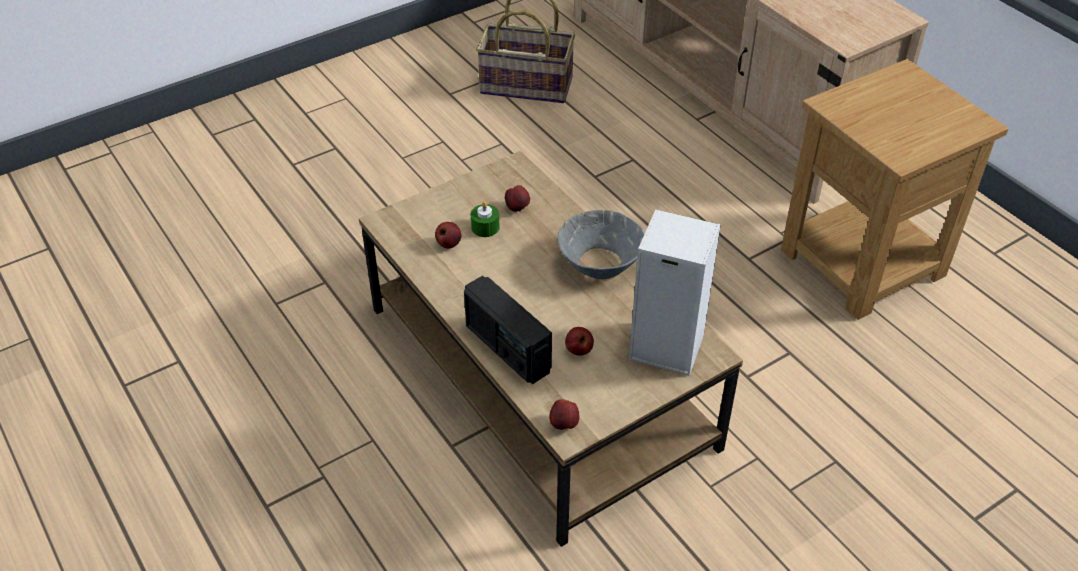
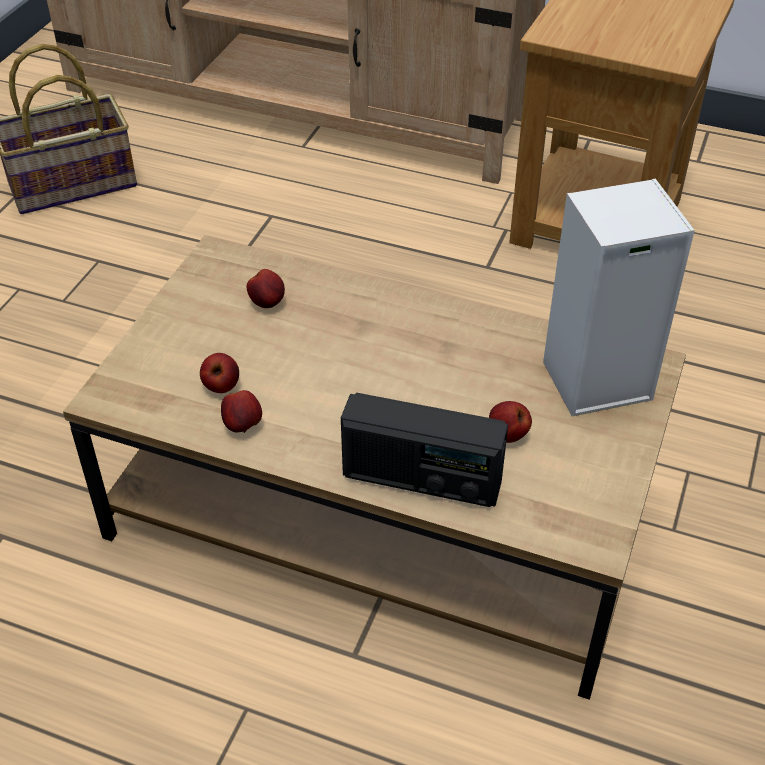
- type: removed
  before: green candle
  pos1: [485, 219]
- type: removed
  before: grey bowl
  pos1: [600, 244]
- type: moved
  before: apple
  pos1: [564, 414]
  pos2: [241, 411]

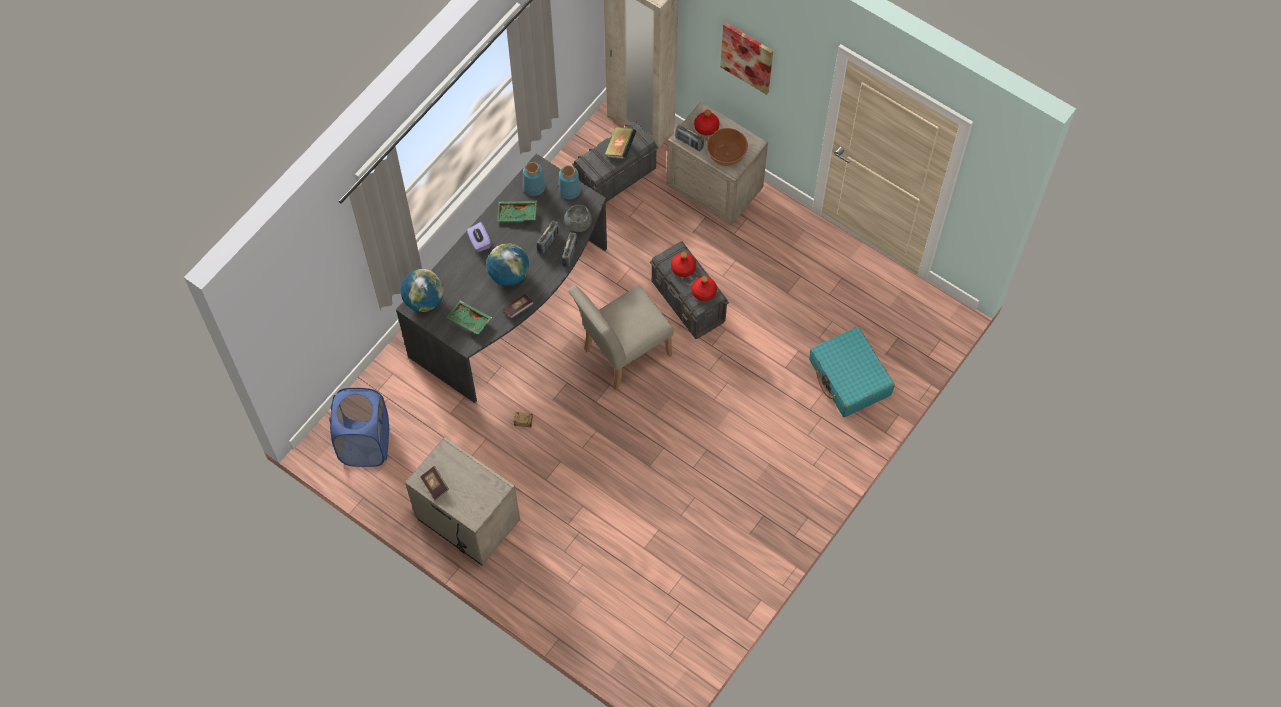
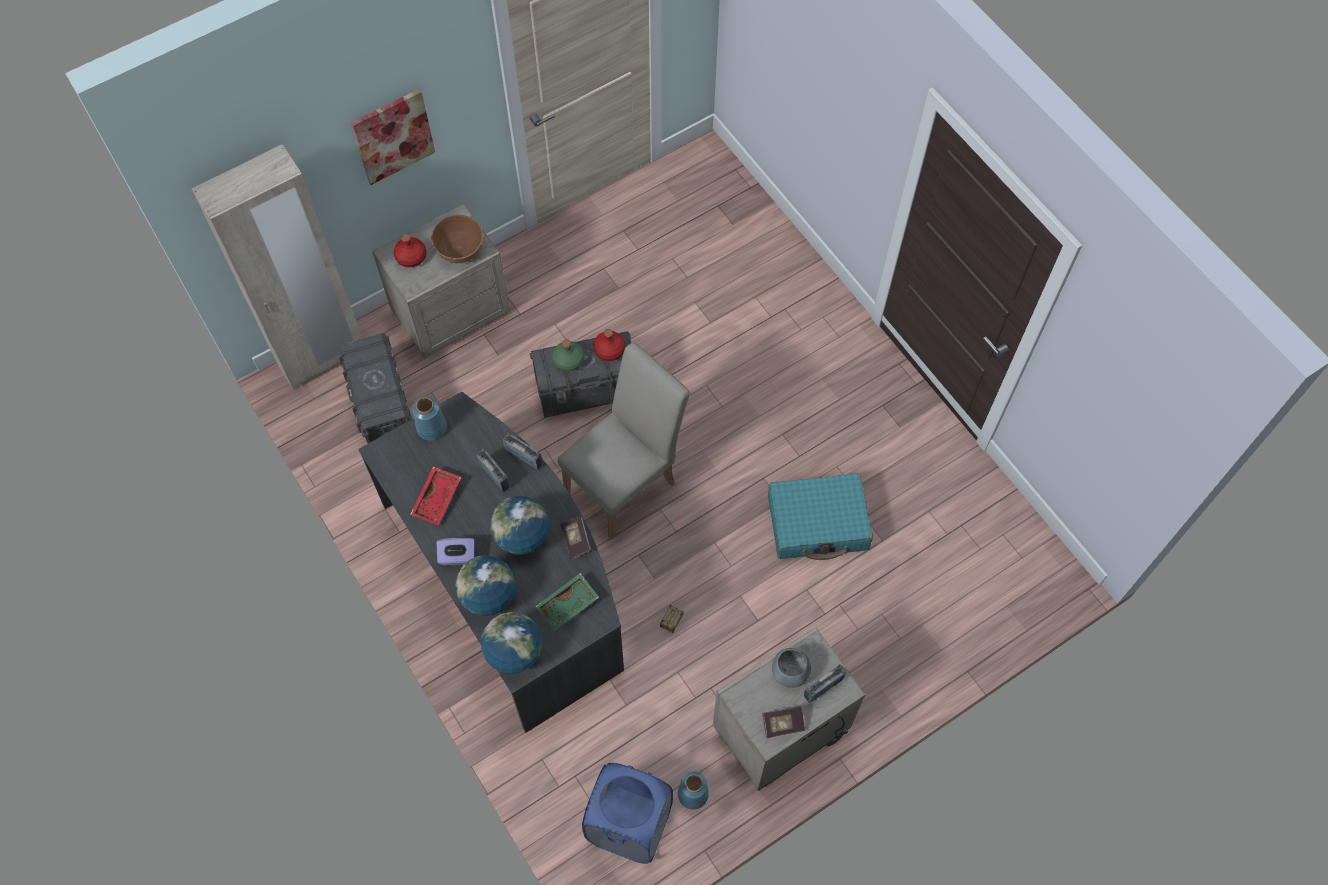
- type: removed
  before: book
  pos1: [620, 143]
- type: added
  after: globe
  pos2: [485, 585]
- type: moved
  before: blue vase
  pos1: [534, 179]
  pos2: [693, 790]
- type: moved
  before: grey bowl
  pos1: [578, 218]
  pos2: [791, 668]
- type: moved
  before: radio
  pos1: [689, 137]
  pos2: [825, 683]
- type: moved
  before: turquoise suitcase
  pos1: [852, 372]
  pos2: [820, 516]
- type: recoloured
  before: green tray
  after: red tray
  pos1: [517, 210]
  pos2: [435, 496]
- type: recoloured
  before: red bottle
  after: green bottle
  pos1: [683, 264]
  pos2: [568, 356]
- type: turned
  before: beige chair
  pos1: [621, 338]
  pos2: [624, 440]
  turn: -120

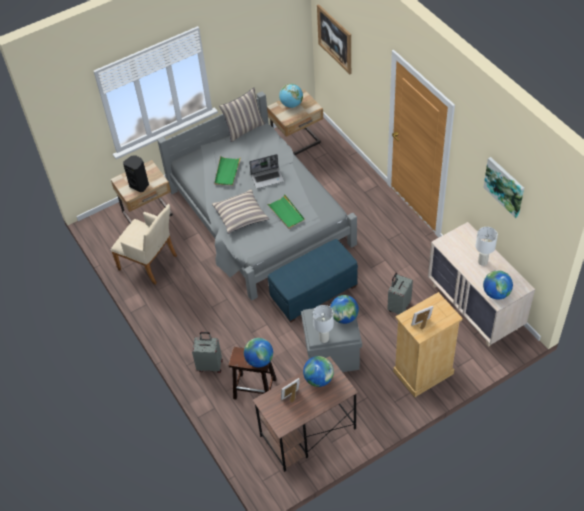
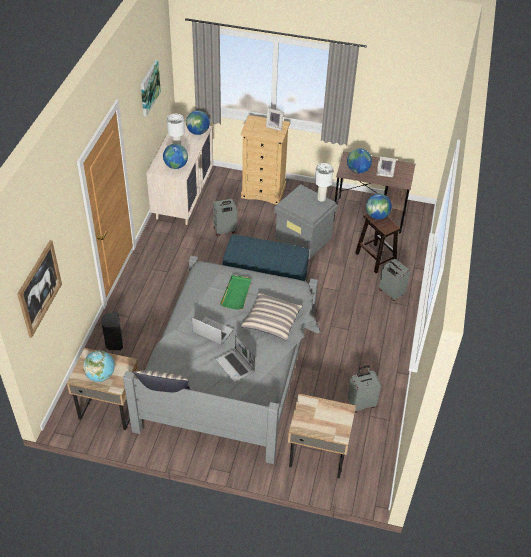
- type: moved
  before: black speaker
  pos1: [136, 173]
  pos2: [112, 331]
- type: moved
  before: globe
  pos1: [344, 309]
  pos2: [175, 156]
- type: replaced
  before: beige armchair
  after: grey suitcase
  pos1: [144, 244]
  pos2: [364, 389]
- type: replaced
  before: green tray
  after: laptop
  pos1: [228, 171]
  pos2: [235, 358]

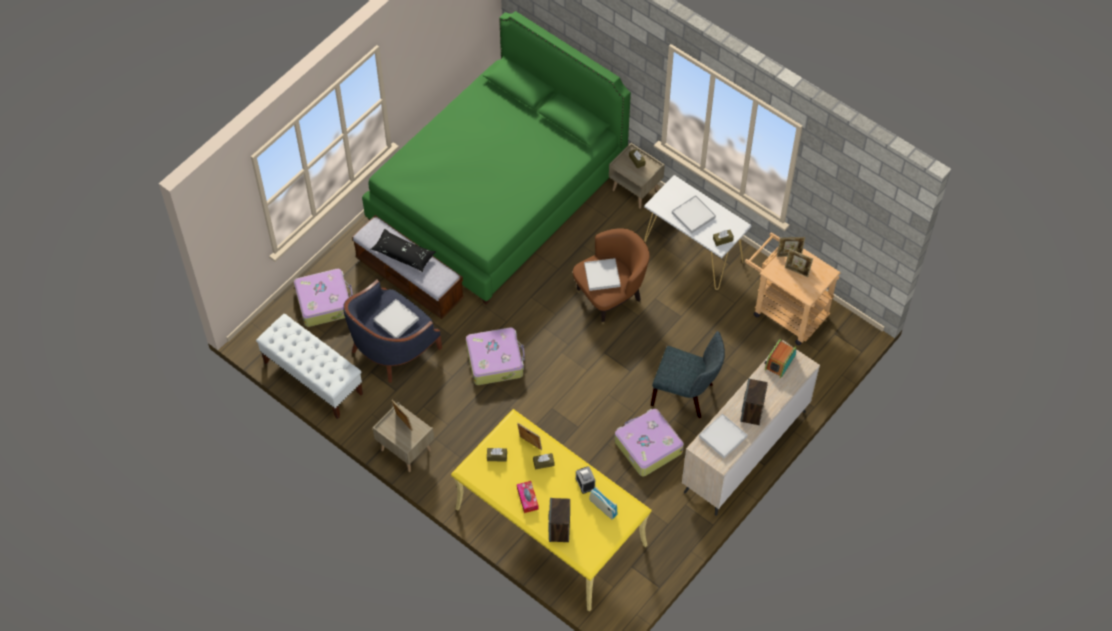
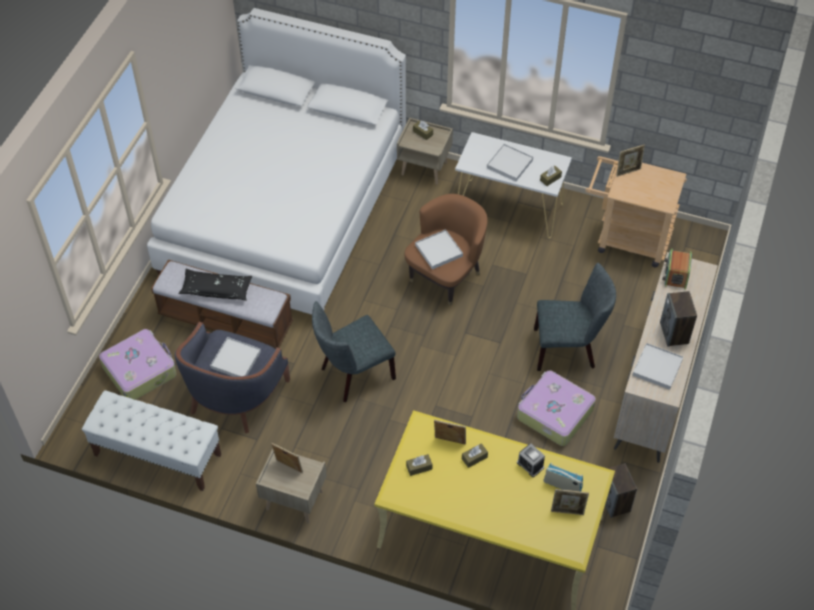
- type: removed
  before: tissue box
  pos1: [528, 497]
- type: moved
  before: speaker
  pos1: [559, 520]
  pos2: [621, 490]
- type: moved
  before: picture frame
  pos1: [799, 263]
  pos2: [570, 502]
- type: replaced
  before: suitcase
  after: grey chair
  pos1: [495, 356]
  pos2: [354, 351]
- type: recoloured
  before: green bed
  after: white bed
  pos1: [496, 158]
  pos2: [276, 161]

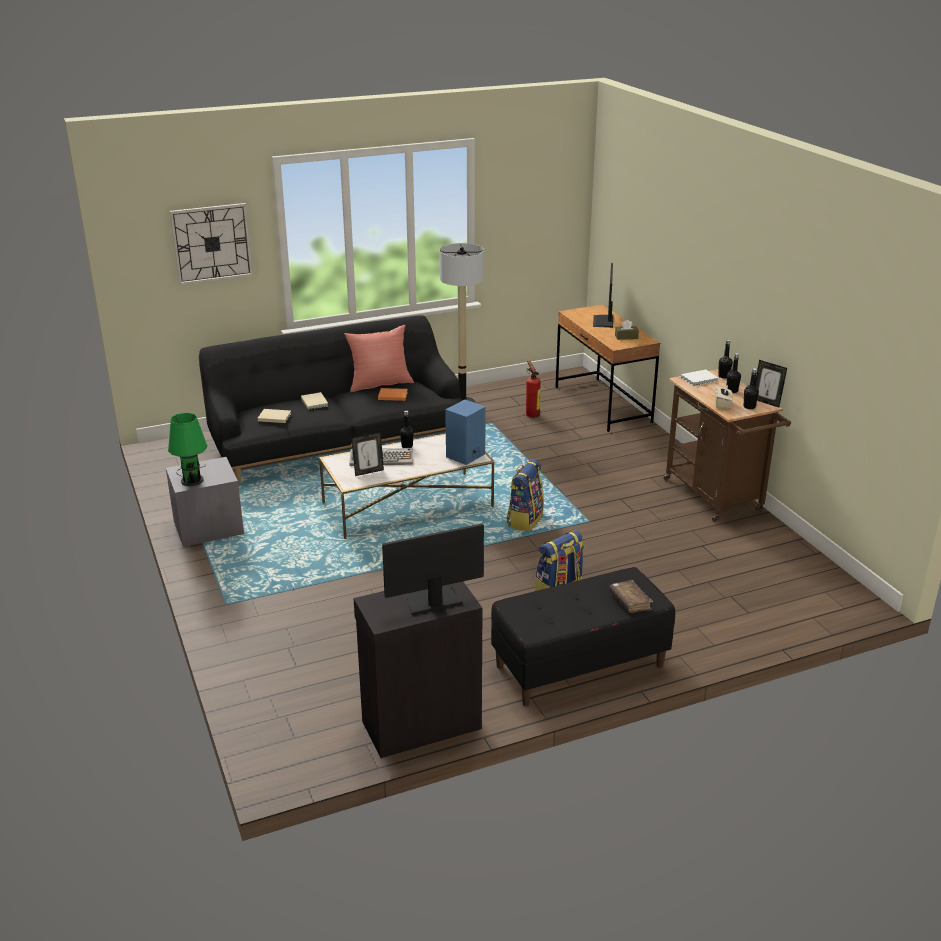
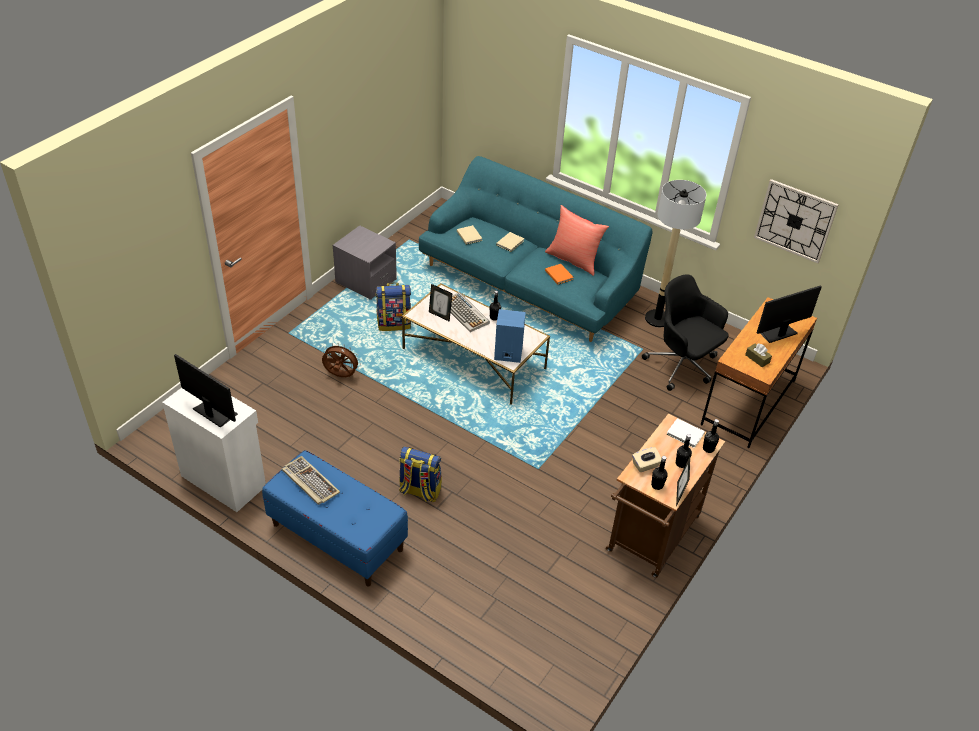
- type: removed
  before: green table lamp
  pos1: [187, 449]
- type: removed
  before: brown book
  pos1: [631, 596]
- type: added
  after: keyboard
  pos2: [311, 480]
- type: added
  after: brown fan
  pos2: [341, 360]
- type: moved
  before: wall clock
  pos1: [211, 244]
  pos2: [796, 221]
- type: moved
  before: backpack
  pos1: [525, 496]
  pos2: [393, 307]
- type: replaced
  before: fire extinguisher
  after: black office chair
  pos1: [533, 389]
  pos2: [685, 332]
- type: recoloured
  before: black sofa
  after: turquoise sofa
  pos1: [331, 399]
  pos2: [536, 249]
- type: recoloured
  before: black cabinet
  after: white cabinet
  pos1: [418, 670]
  pos2: [214, 450]
- type: recoloured
  before: black bench
  after: blue bench
  pos1: [583, 636]
  pos2: [335, 518]

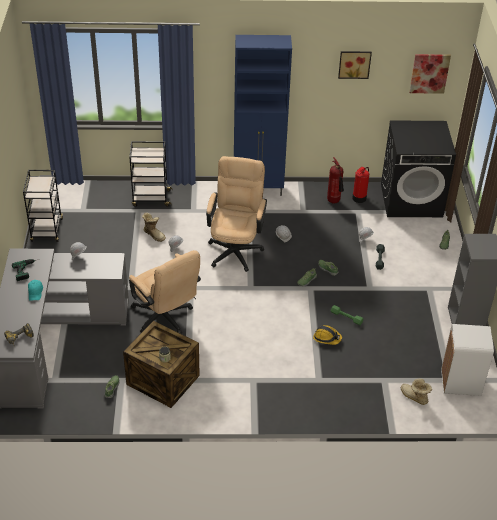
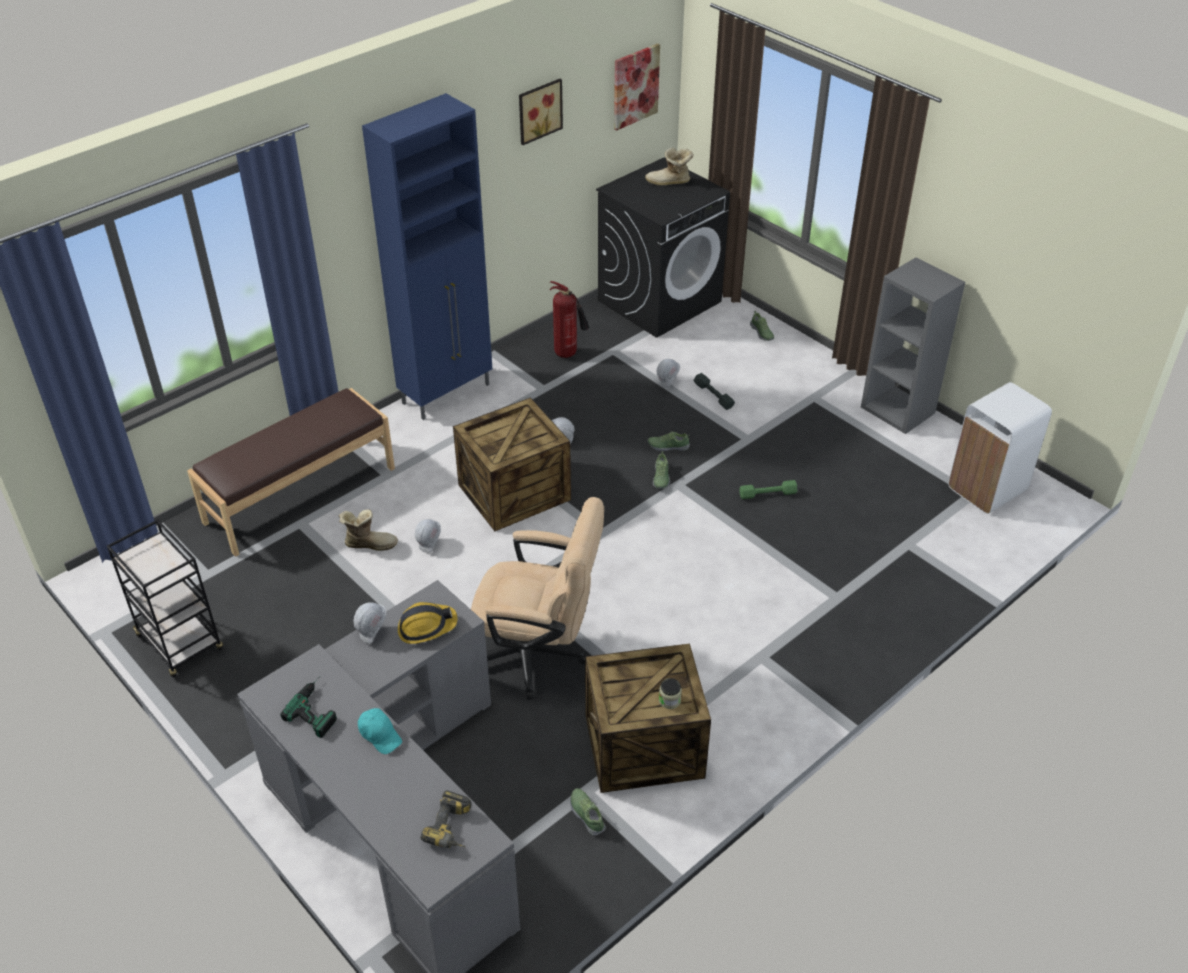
- type: removed
  before: fire extinguisher
  pos1: [360, 185]
- type: moved
  before: hard hat
  pos1: [327, 335]
  pos2: [428, 623]
- type: moved
  before: boot
  pos1: [416, 391]
  pos2: [669, 166]
- type: replaced
  before: black cart
  after: brown bench
  pos1: [151, 174]
  pos2: [291, 472]
- type: replaced
  before: beige office chair
  after: crate
  pos1: [236, 214]
  pos2: [512, 464]

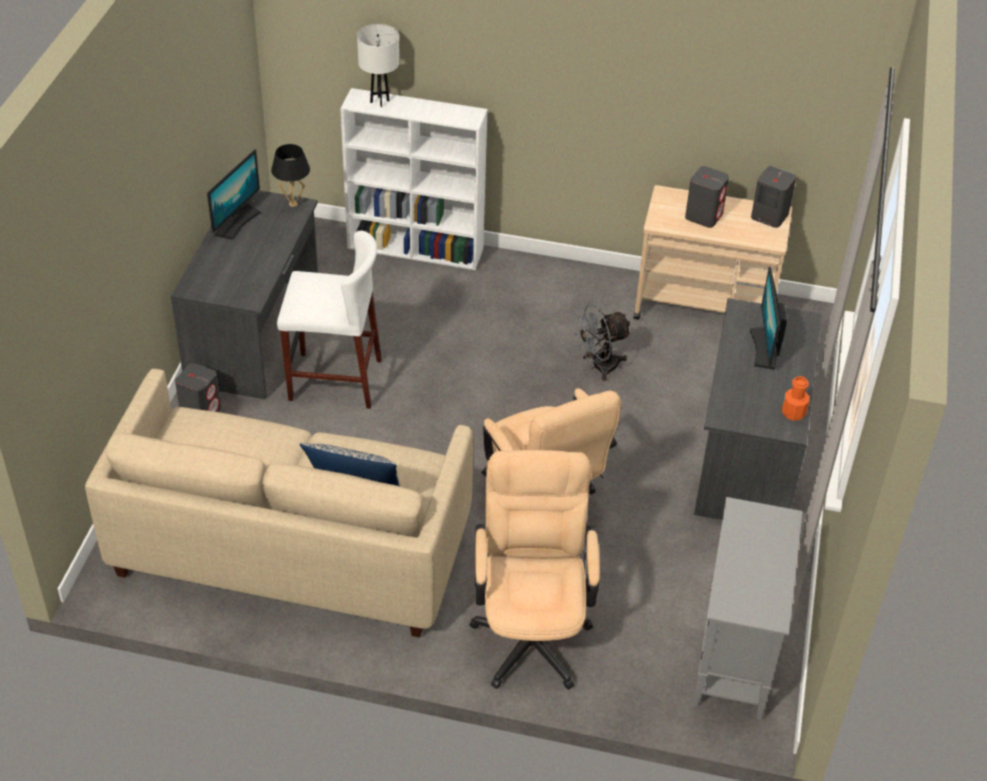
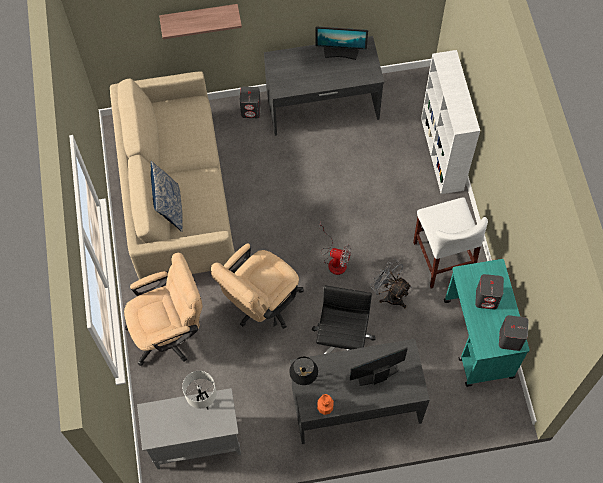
- type: added
  after: shelf
  pos2: [200, 21]
- type: added
  after: black office chair
  pos2: [343, 320]
- type: added
  after: fan
  pos2: [335, 248]
- type: moved
  before: black table lamp
  pos1: [290, 175]
  pos2: [303, 371]
- type: moved
  before: white stool
  pos1: [329, 320]
  pos2: [450, 242]
- type: moved
  before: white table lamp
  pos1: [378, 65]
  pos2: [199, 390]
- type: recoloured
  before: beige cart
  after: turquoise cart
  pos1: [713, 252]
  pos2: [487, 323]

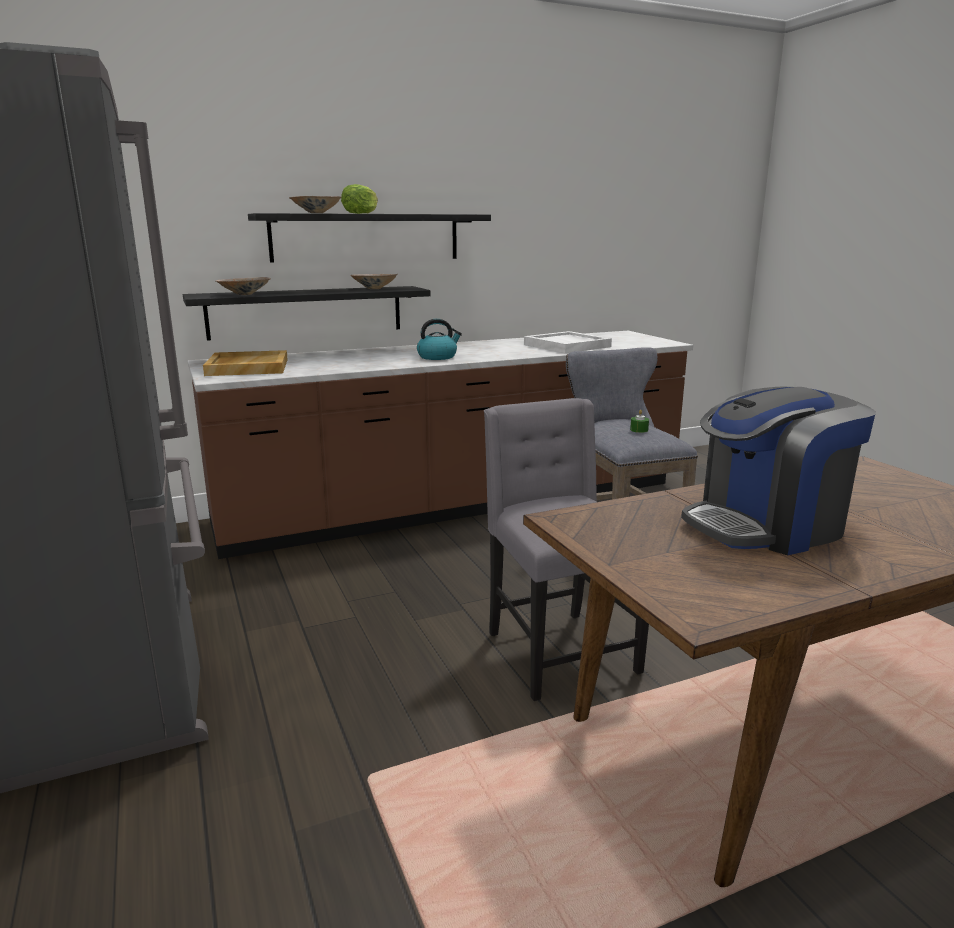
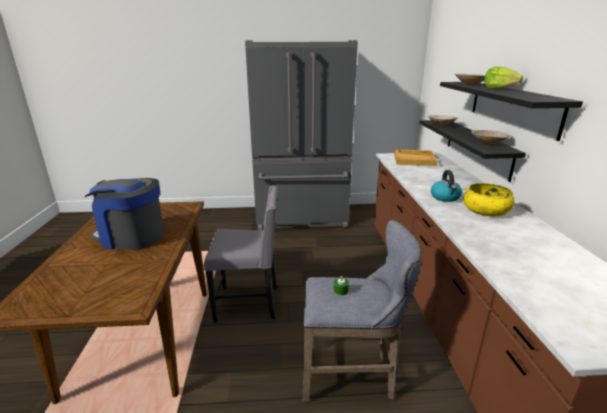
- type: removed
  before: white tray
  pos1: [568, 342]
- type: added
  after: yellow bowl
  pos2: [489, 200]
- type: turned
  before: coffee machine
  pos1: [778, 470]
  pos2: [124, 214]
  turn: -75

